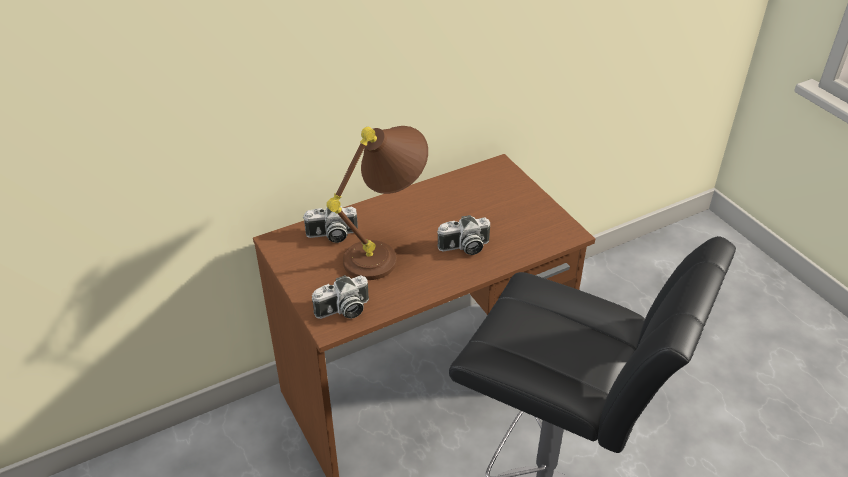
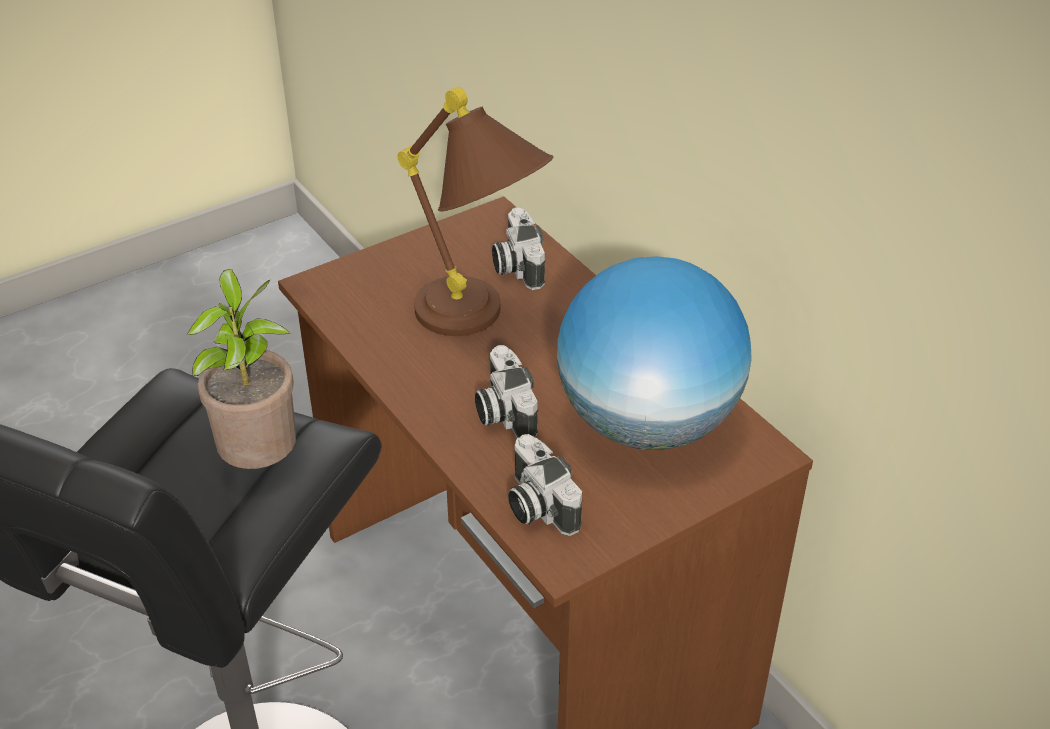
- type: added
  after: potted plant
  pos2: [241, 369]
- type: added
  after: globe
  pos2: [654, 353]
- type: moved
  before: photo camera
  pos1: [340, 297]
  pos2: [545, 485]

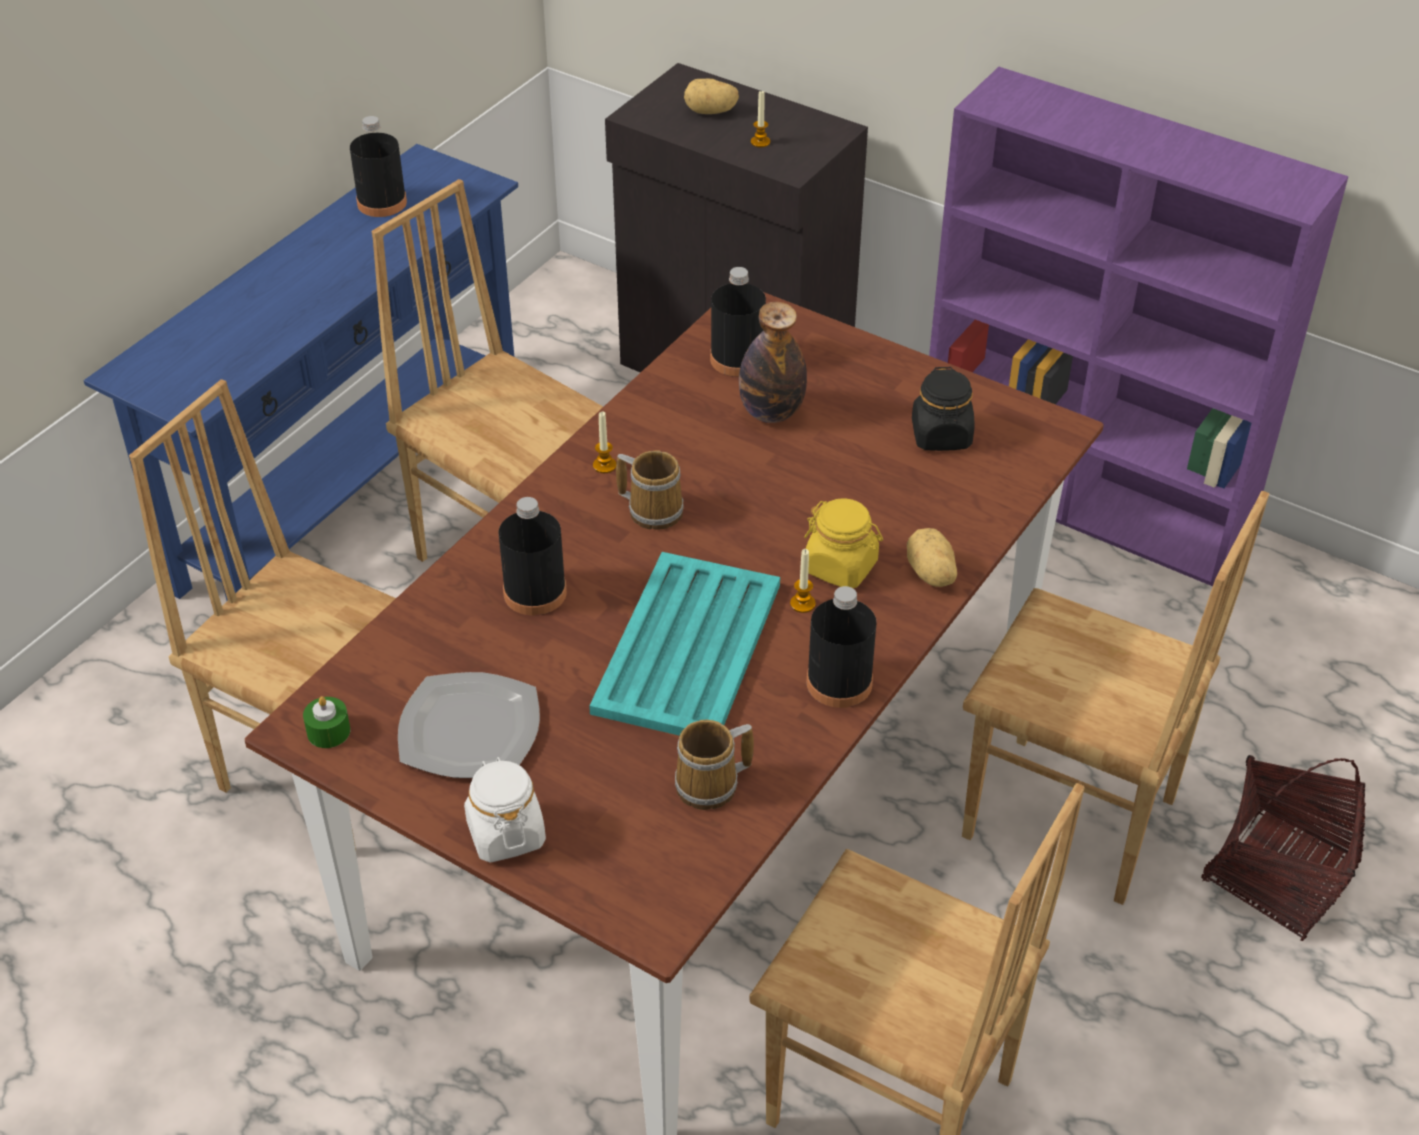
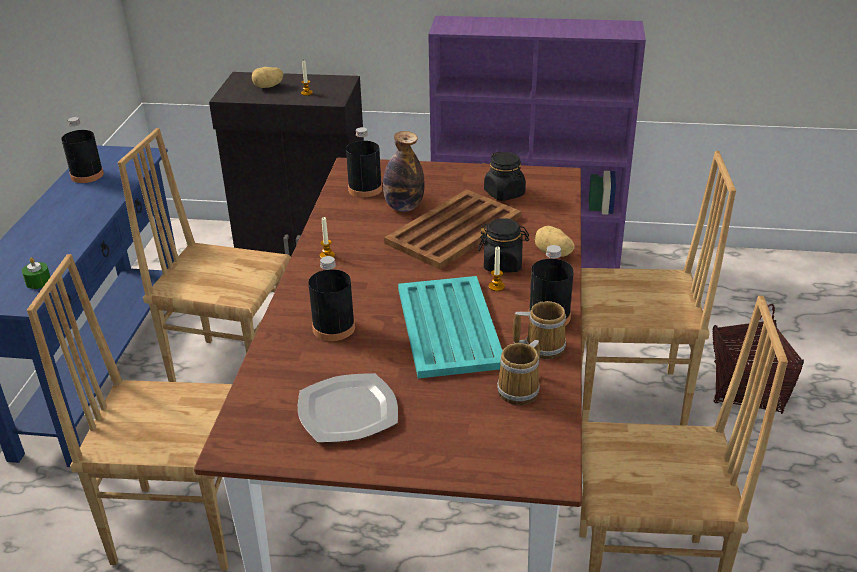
- type: removed
  before: white jar
  pos1: [505, 810]
- type: added
  after: brown tray
  pos2: [452, 229]
- type: moved
  before: green candle
  pos1: [326, 722]
  pos2: [36, 273]
- type: moved
  before: mug
  pos1: [650, 489]
  pos2: [539, 330]
- type: recoloured
  before: yellow jar
  after: black jar
  pos1: [843, 543]
  pos2: [503, 245]

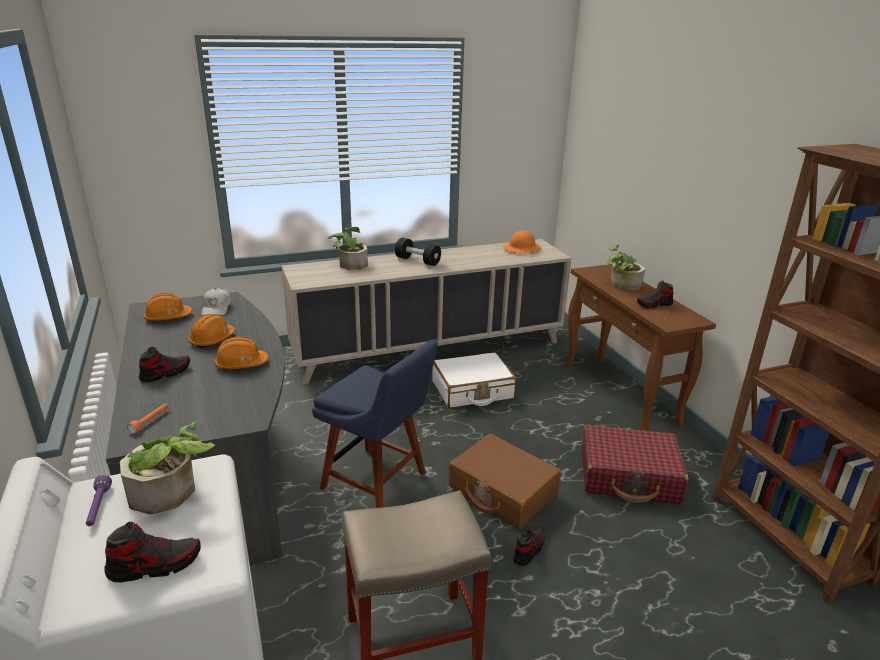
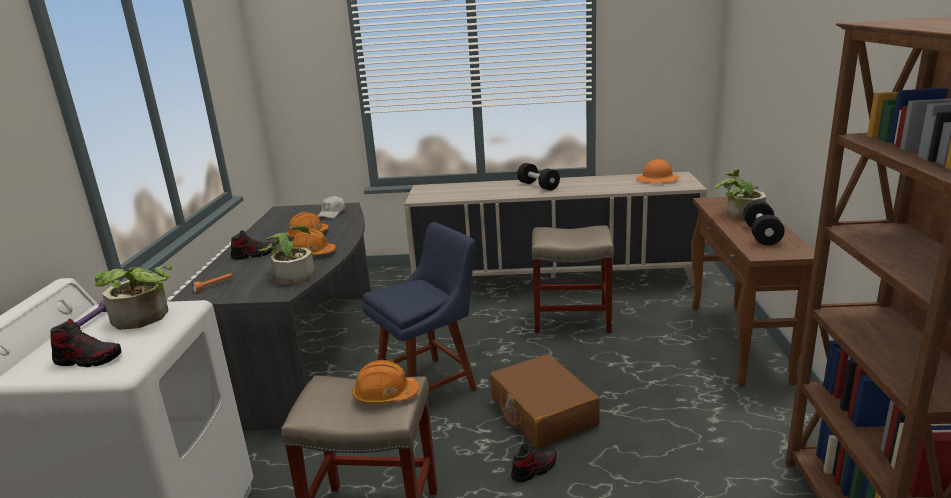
- type: removed
  before: red suitcase
  pos1: [635, 464]
- type: moved
  before: orange hard hat
  pos1: [167, 307]
  pos2: [386, 382]
- type: moved
  before: potted plant
  pos1: [347, 248]
  pos2: [286, 255]
- type: replaced
  before: white suitcase
  after: beige stool
  pos1: [474, 380]
  pos2: [573, 279]
- type: replaced
  before: shoe
  after: black dumbbell
  pos1: [655, 294]
  pos2: [764, 222]
- type: turned
  before: blue chair
  pos1: [375, 423]
  pos2: [419, 307]
  turn: -90

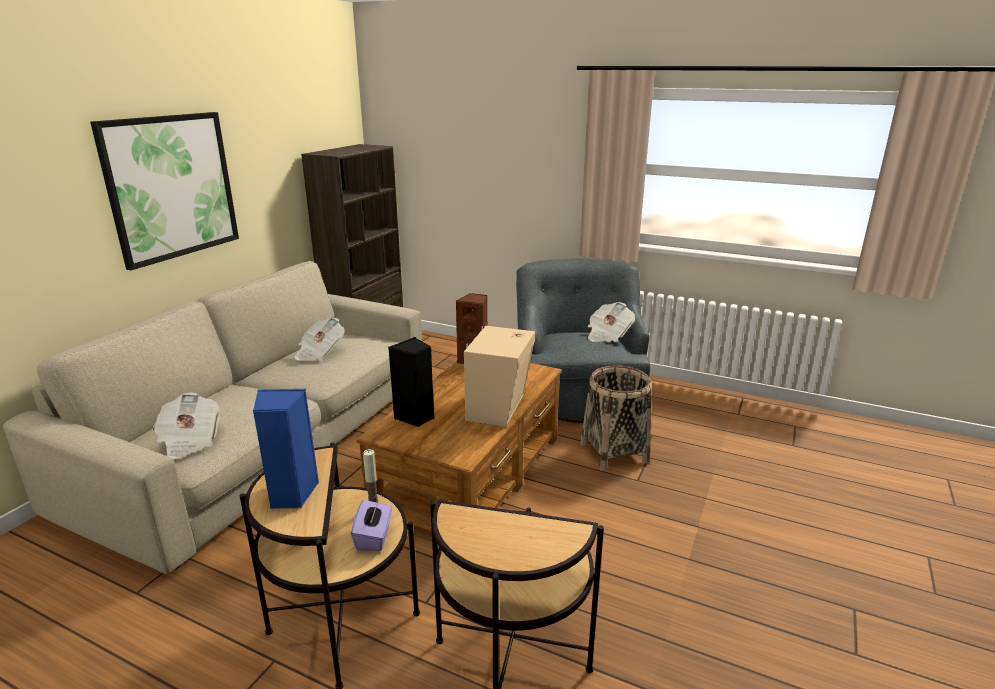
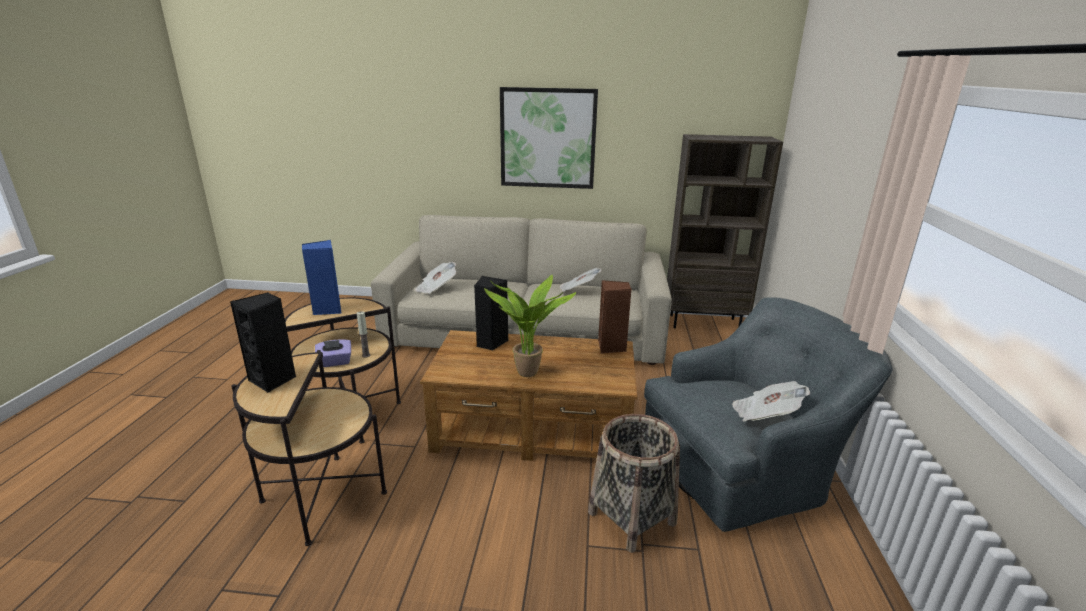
- type: added
  after: black speaker
  pos2: [263, 343]
- type: replaced
  before: beige speaker
  after: potted plant
  pos1: [499, 376]
  pos2: [530, 326]

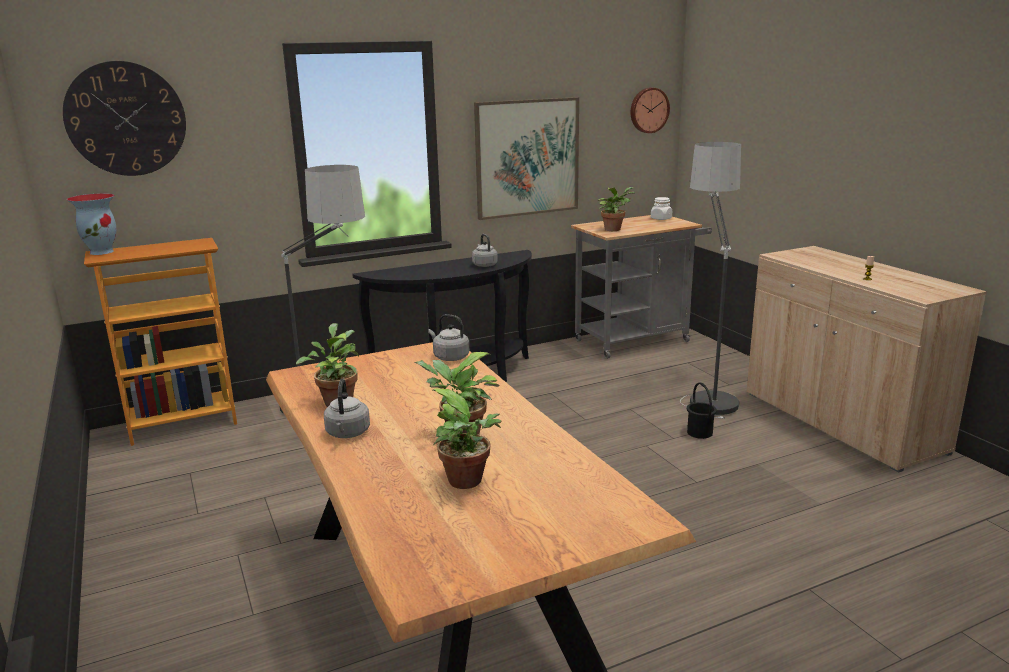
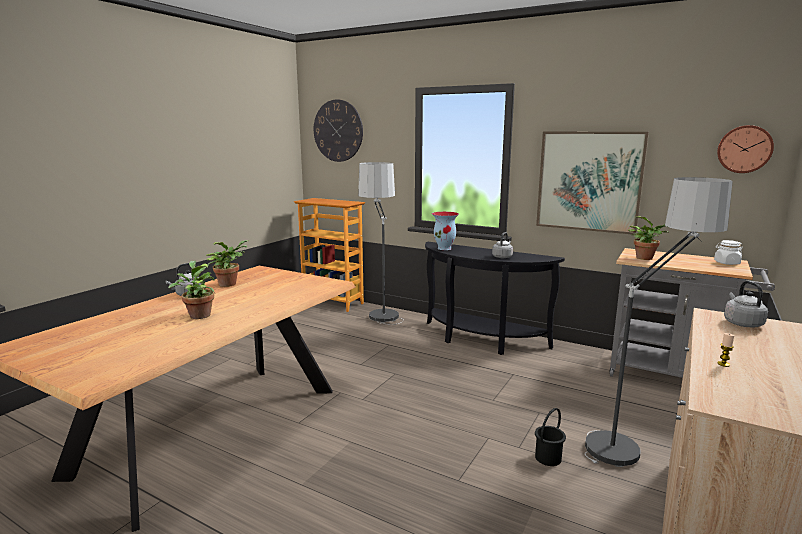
- type: removed
  before: potted plant
  pos1: [467, 438]
- type: moved
  before: vase
  pos1: [92, 224]
  pos2: [445, 231]
- type: moved
  before: grey kettle
  pos1: [448, 337]
  pos2: [746, 304]

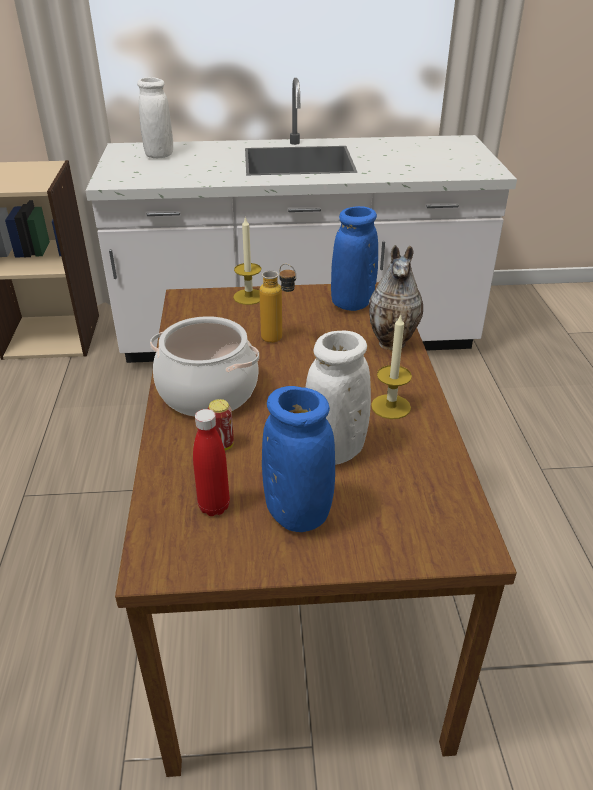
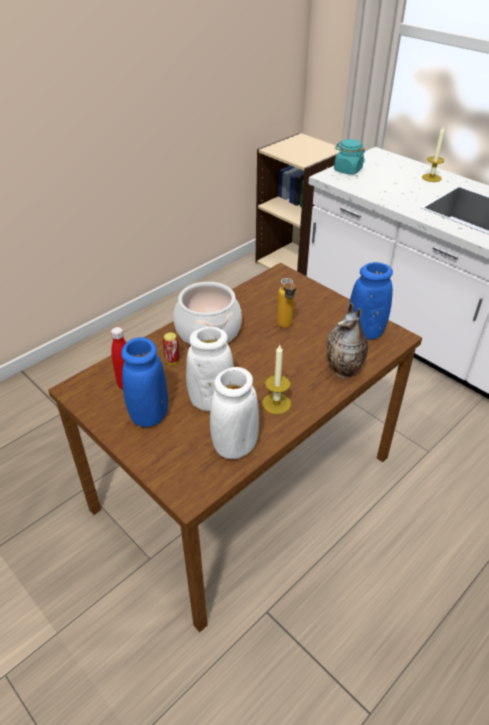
- type: added
  after: turquoise jar
  pos2: [349, 157]
- type: moved
  before: white vase
  pos1: [155, 117]
  pos2: [234, 413]
- type: moved
  before: candle
  pos1: [247, 260]
  pos2: [433, 154]

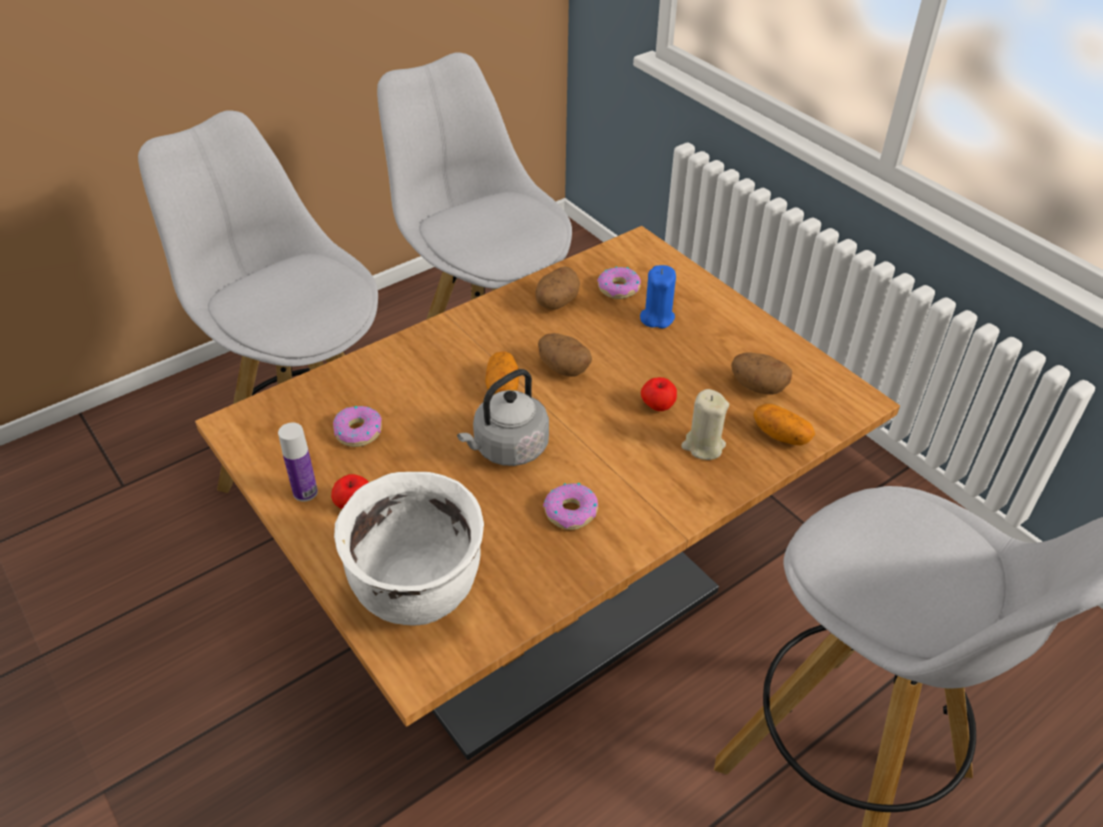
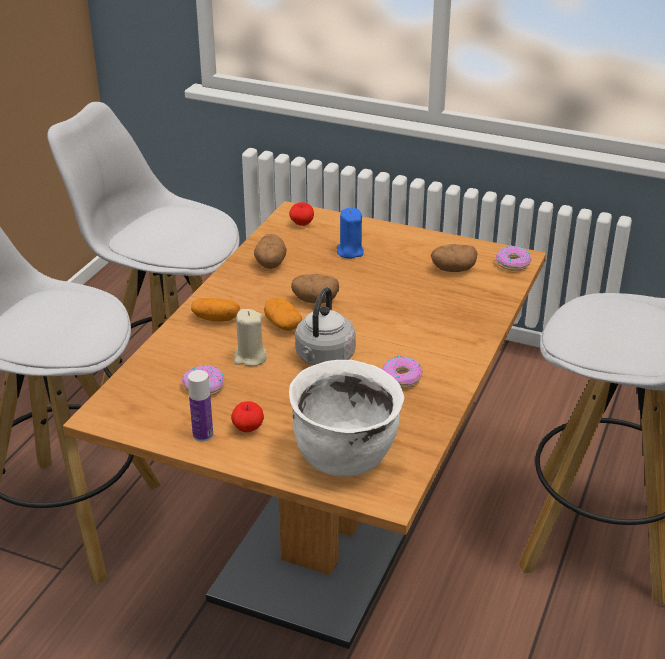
- type: moved
  before: donut
  pos1: [619, 282]
  pos2: [513, 258]
- type: moved
  before: apple
  pos1: [659, 394]
  pos2: [301, 214]
- type: moved
  before: beige candle
  pos1: [705, 424]
  pos2: [250, 337]
- type: moved
  before: potato
  pos1: [784, 425]
  pos2: [215, 310]

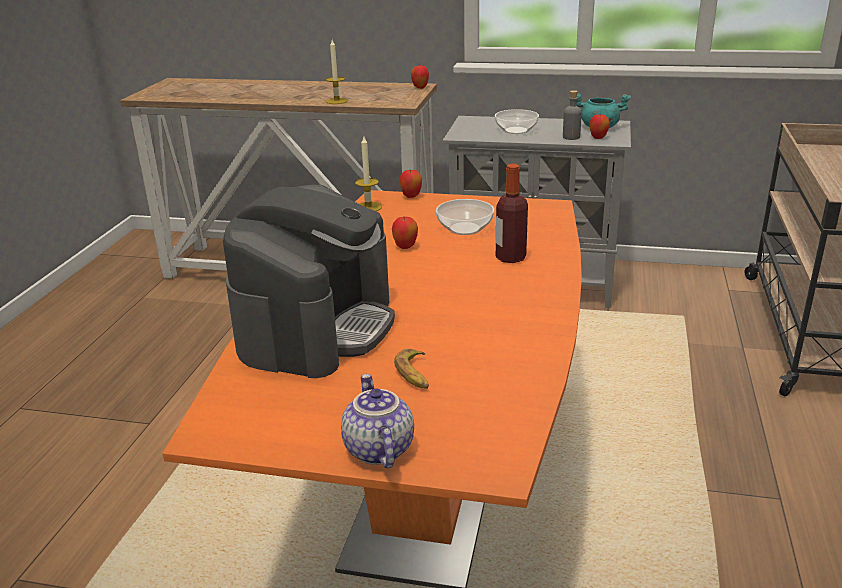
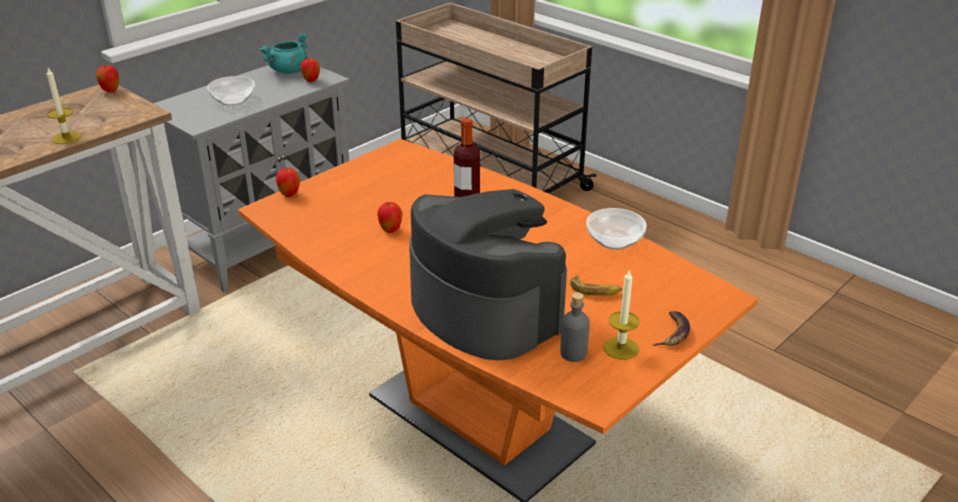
- type: moved
  before: candle
  pos1: [368, 174]
  pos2: [621, 314]
- type: moved
  before: bowl
  pos1: [465, 217]
  pos2: [616, 229]
- type: moved
  before: grey bottle
  pos1: [572, 115]
  pos2: [575, 327]
- type: replaced
  before: teapot
  after: banana
  pos1: [377, 421]
  pos2: [671, 328]

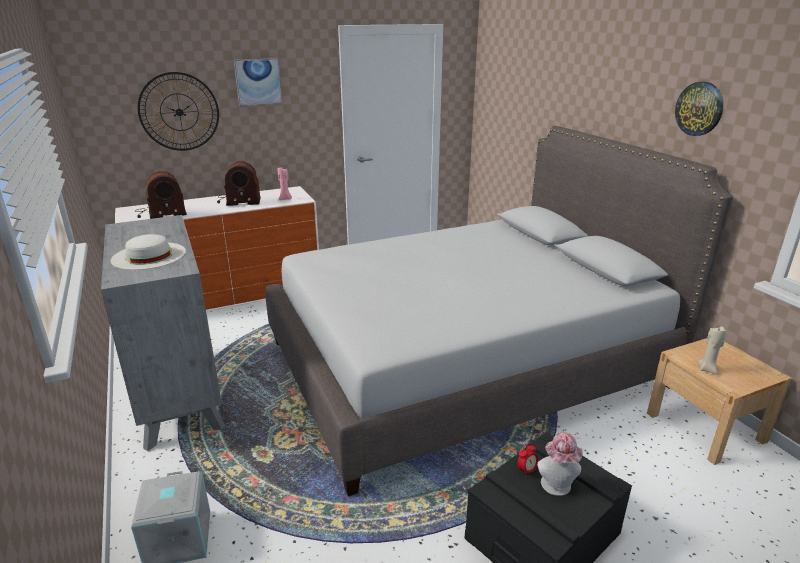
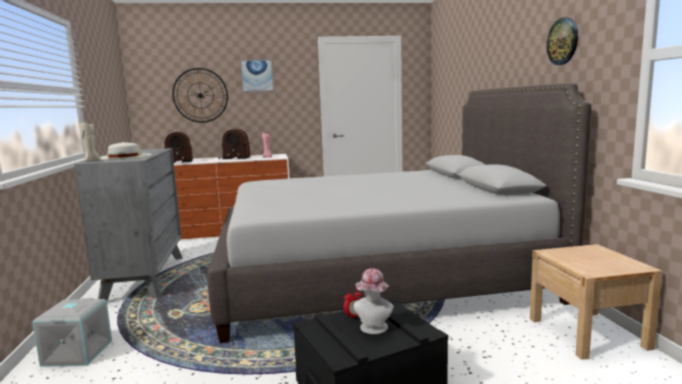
- type: moved
  before: beige candle
  pos1: [712, 350]
  pos2: [90, 142]

